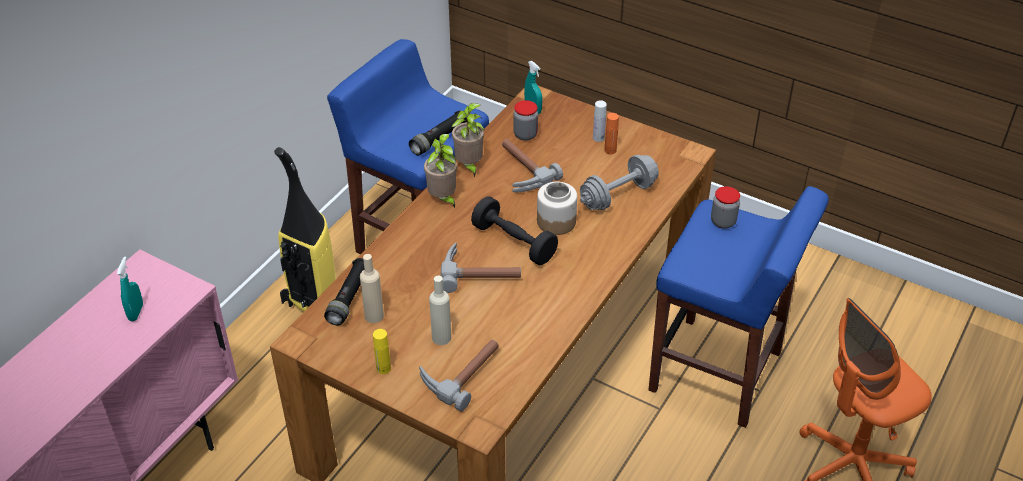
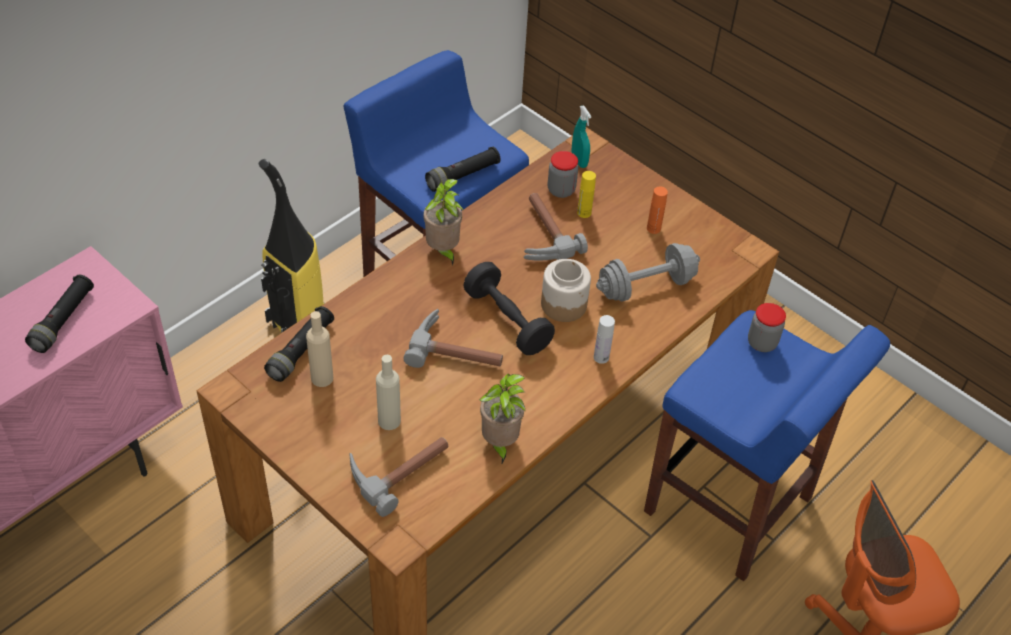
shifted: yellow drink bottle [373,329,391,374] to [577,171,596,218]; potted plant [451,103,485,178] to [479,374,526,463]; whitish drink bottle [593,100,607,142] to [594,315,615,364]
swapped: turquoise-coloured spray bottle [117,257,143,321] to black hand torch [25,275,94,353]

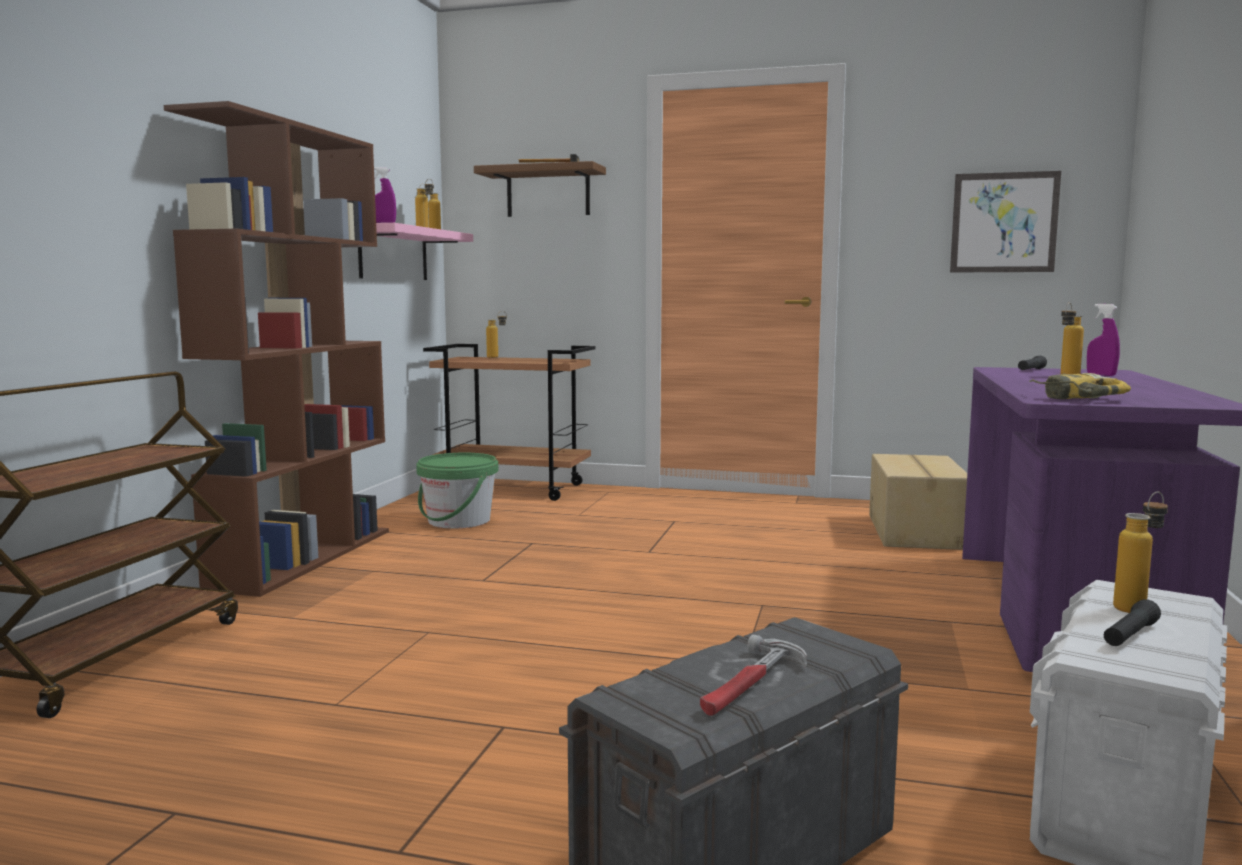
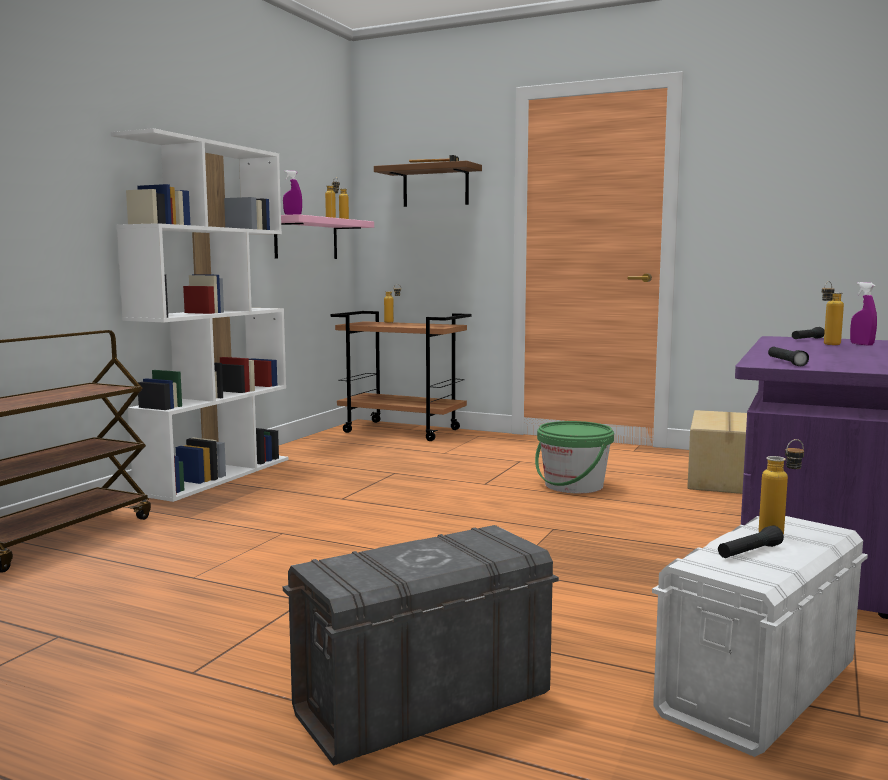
gone: tool hammer [700,635,807,716]; picture [950,171,1061,272]
shifted: green bucket [416,453,498,528] to [535,421,614,493]
swapped: power drill [1029,373,1131,399] to black hand torch [768,347,809,366]
repainted: brown-coloured bookshelf [164,101,389,597] to whitish bookshelf [111,128,289,502]

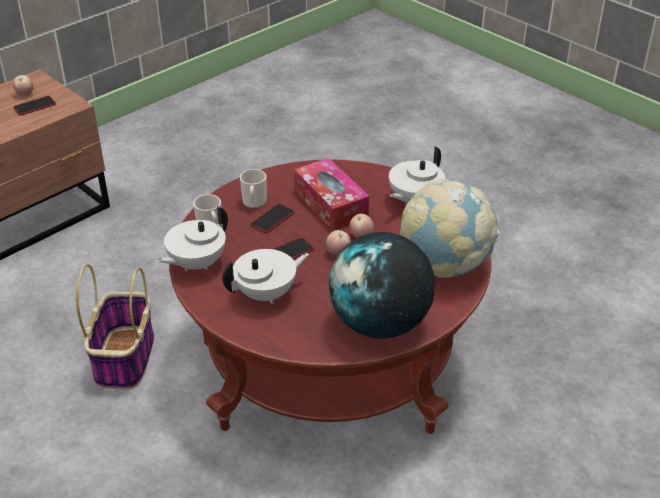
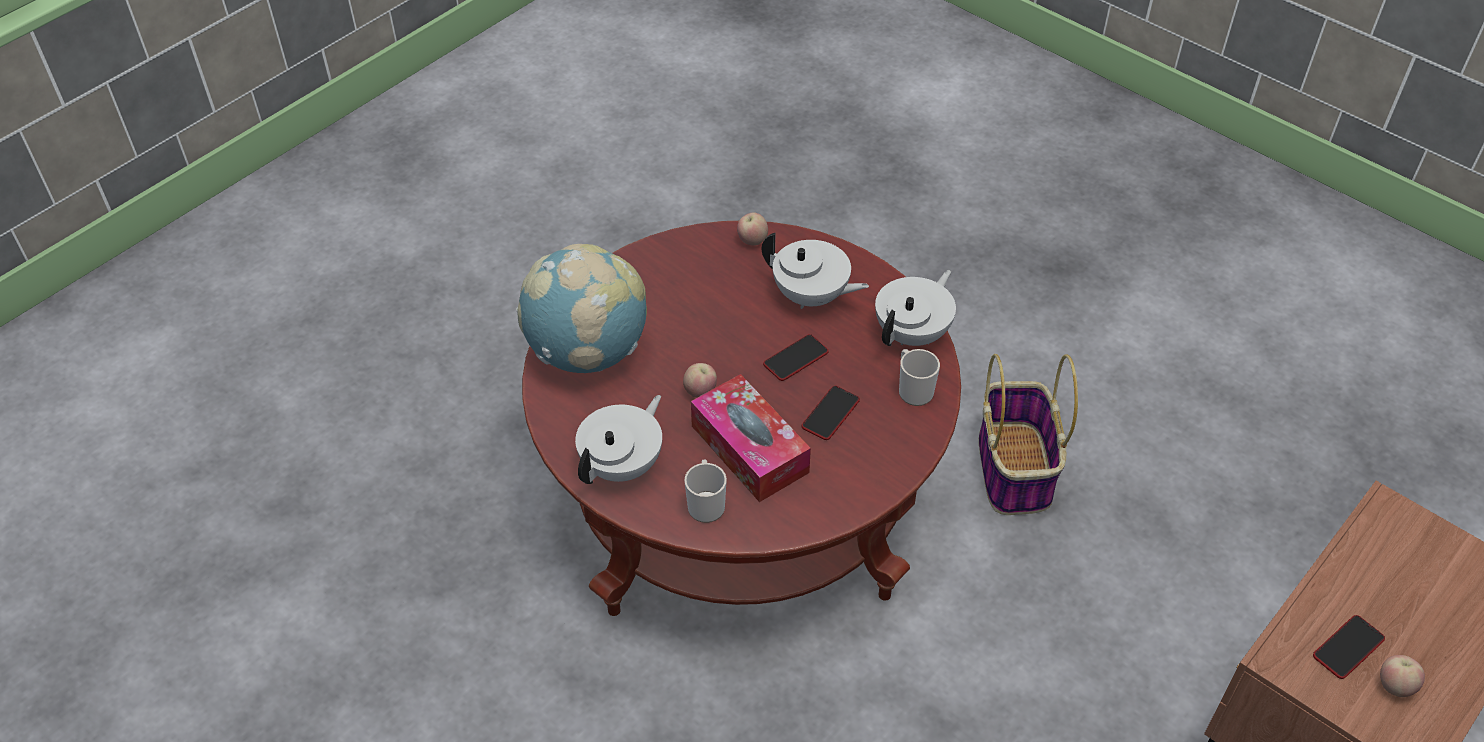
gone: desk globe [328,232,435,339]
shifted: tea mug [240,169,267,208] to [684,459,727,523]; apple [326,230,351,255] to [737,212,768,246]
rotated: whitish teapot [222,249,309,304] = [762,233,869,309] 120 degrees counterclockwise

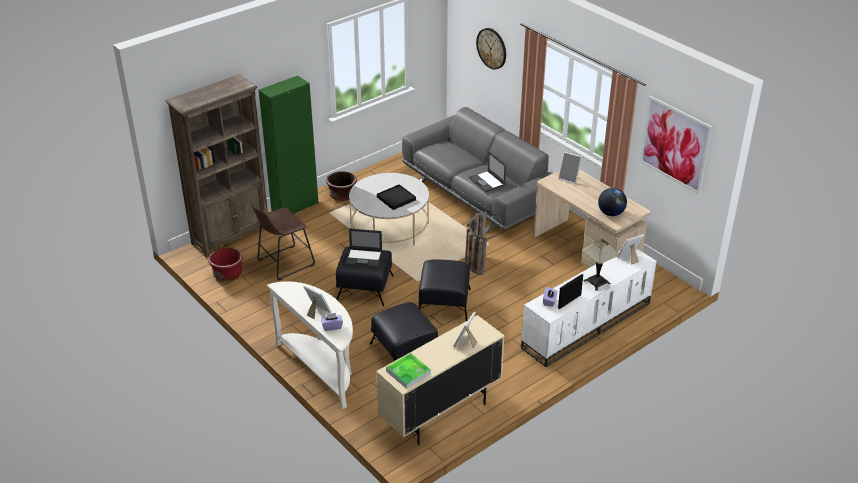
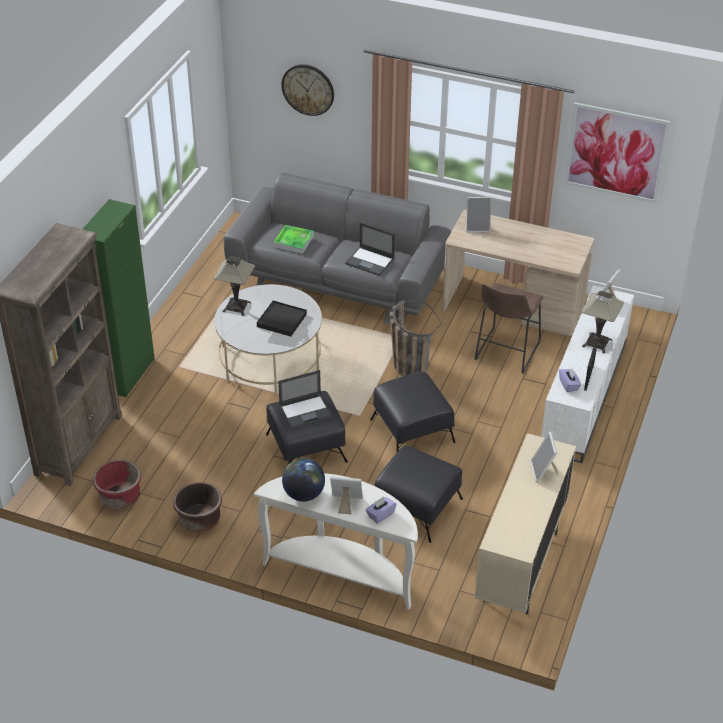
new: tabletop lamp [214,256,255,316]
shifted: brown-coloured sitting stool [248,198,315,280] to [475,283,543,374]; brown-coloured planter [326,171,357,201] to [173,482,222,532]; tray [386,353,431,389] to [274,225,314,254]; desk globe [598,188,627,216] to [282,458,325,502]

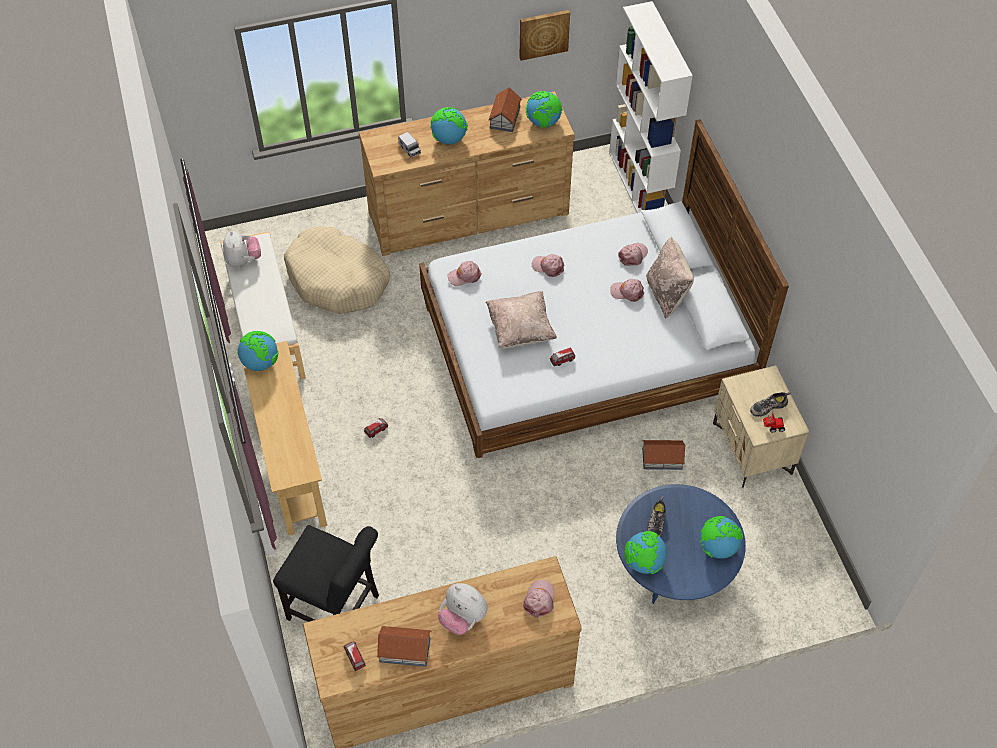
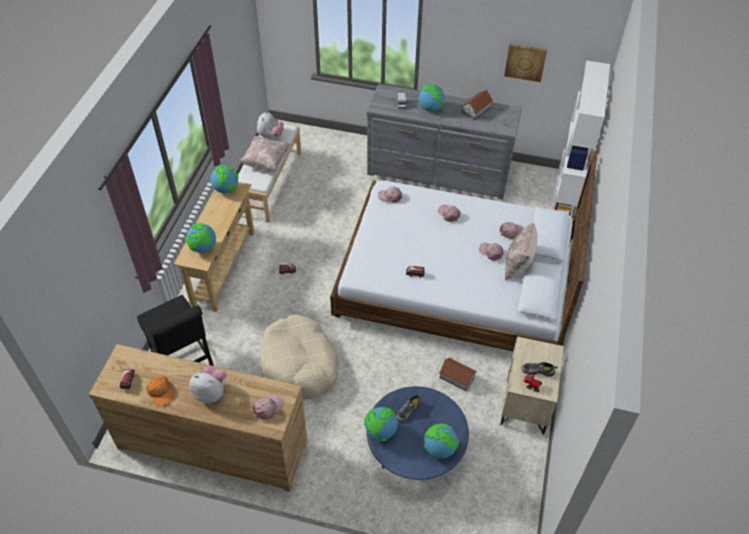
shifted: beige pet bed [284,226,390,314] to [260,315,338,400]; beige pillow [486,291,557,349] to [239,136,291,171]; desk globe [526,91,563,128] to [186,223,216,253]
swapped: miniature house [377,626,431,667] to orangey cap [146,376,174,406]
repainted: brown-coloured chest of drawers [359,91,575,256] to greyish chest of drawers [367,84,522,200]
rotated: soft toy [438,583,488,635] = [189,366,227,403] 135 degrees clockwise

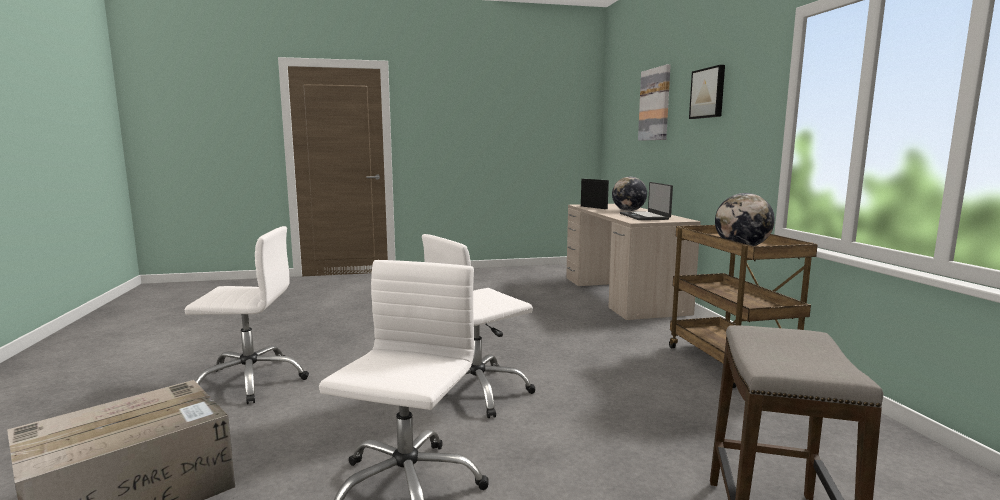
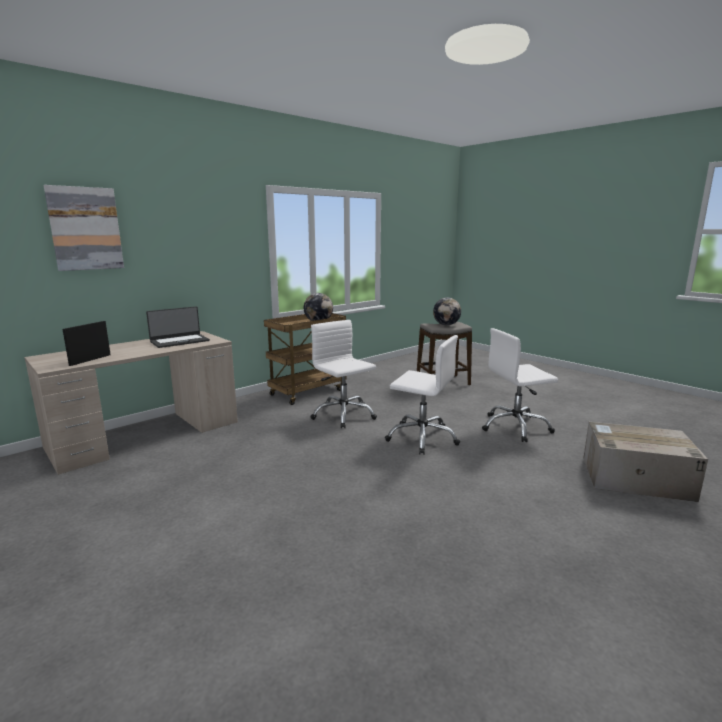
gone: picture [689,65,725,119]
shifted: whitish office chair [185,226,309,404] to [310,320,377,428]; desk globe [612,177,647,211] to [433,298,461,325]

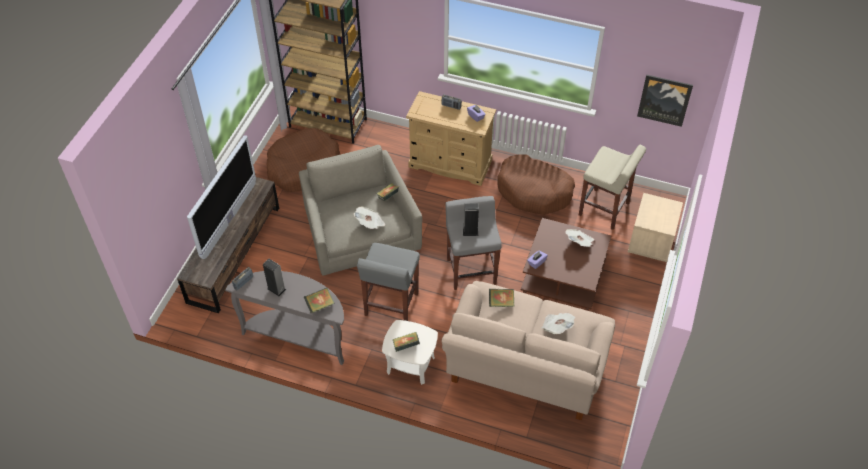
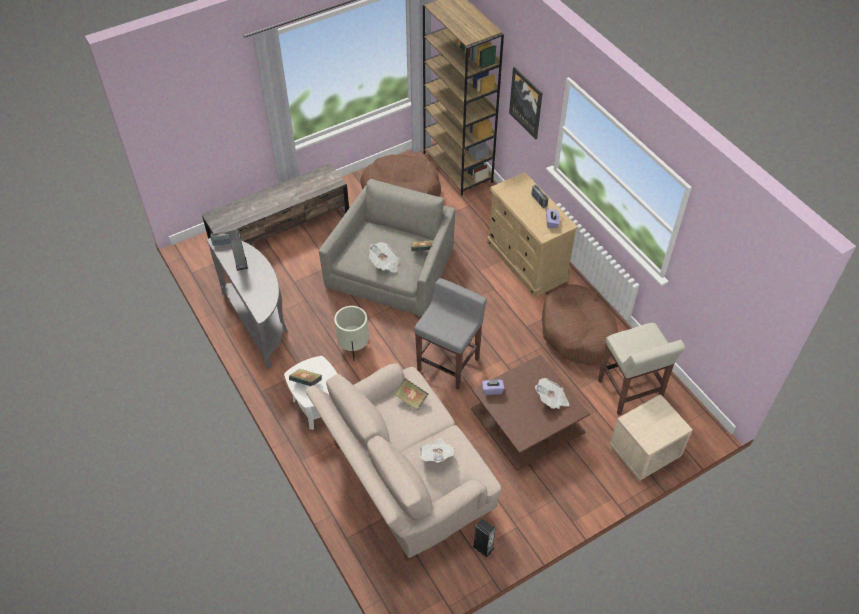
gone: TV set [187,135,256,259]; bound book [304,287,334,313]
shifted: speaker [463,204,479,236] to [472,519,495,557]; picture [637,75,693,127] to [509,67,543,140]
swapped: greyish sitting stool [357,243,420,321] to beige planter [334,306,369,361]

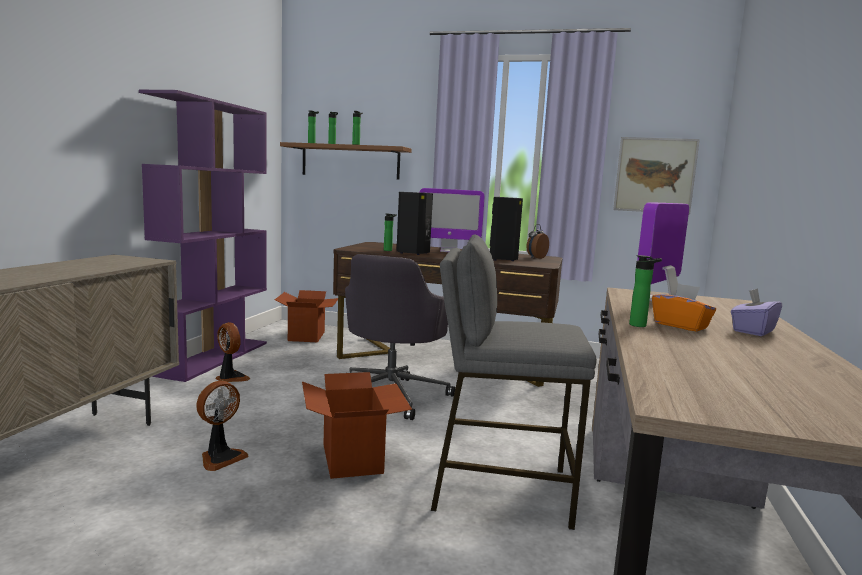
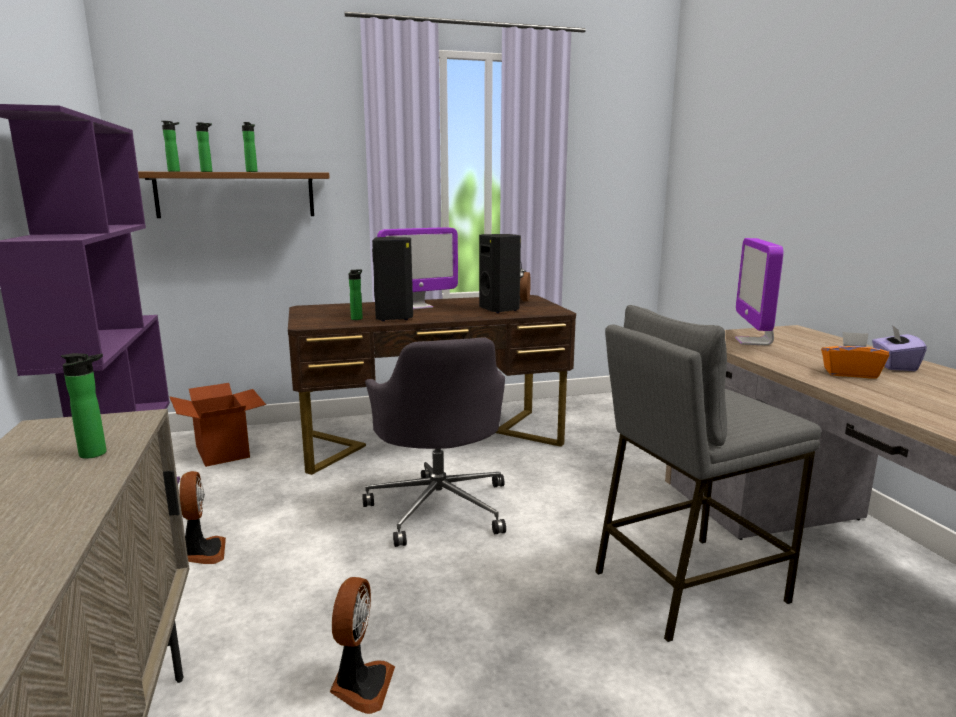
gone: packing box [302,372,412,479]; picture [613,137,700,214]
shifted: drink bottle [629,255,662,327] to [61,353,107,459]
rotated: fan [216,322,251,382] = [179,471,226,564] 60 degrees clockwise

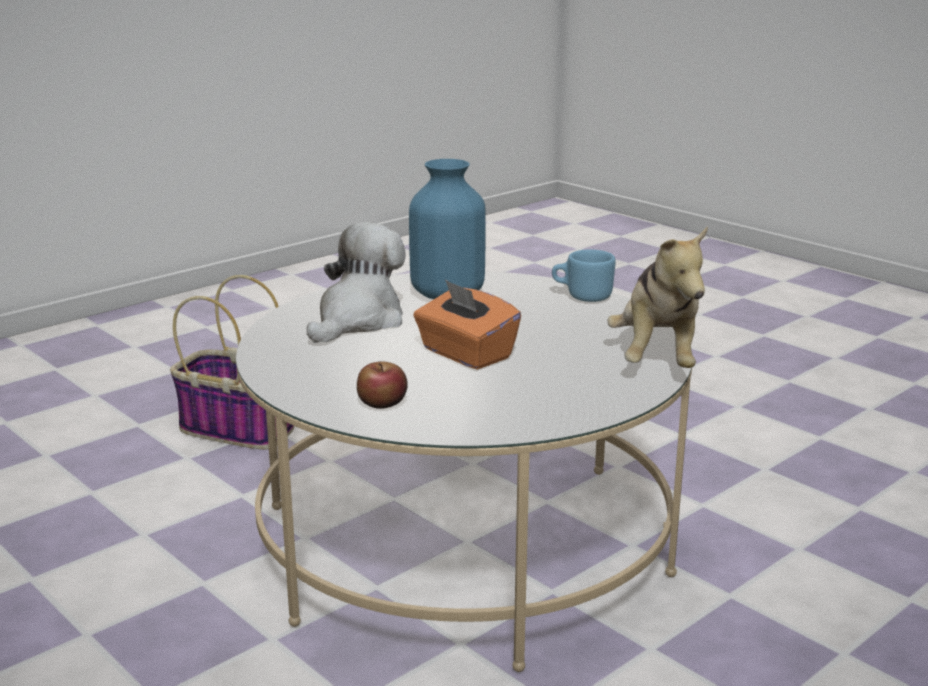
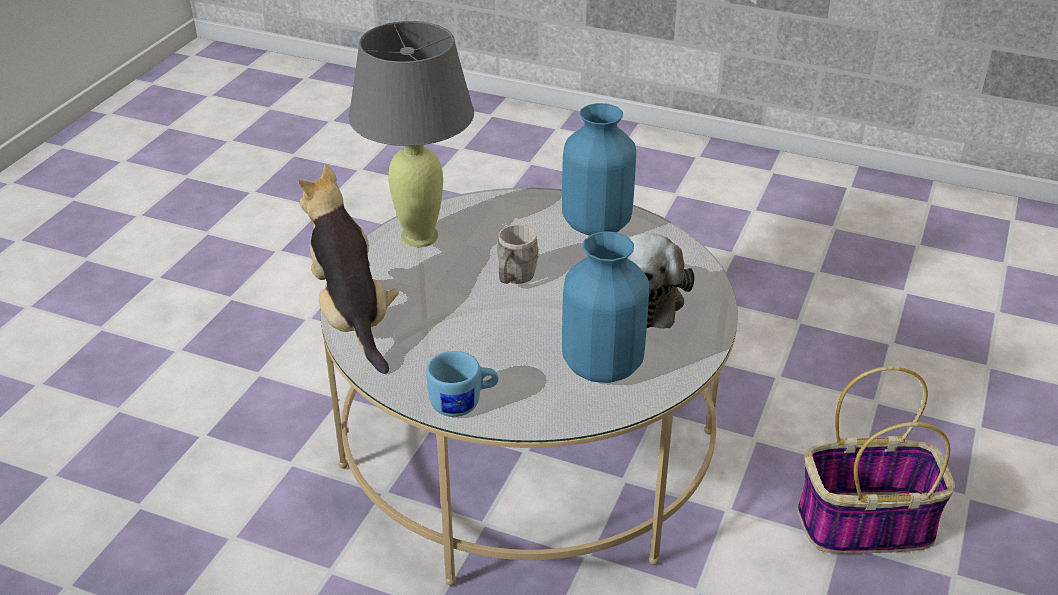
gone: apple [357,361,408,409]
new: greyish tabletop lamp [349,21,474,247]; blue vase [562,103,636,235]
swapped: orangey tissue box [413,279,521,370] to greyish tea mug [497,225,539,284]

